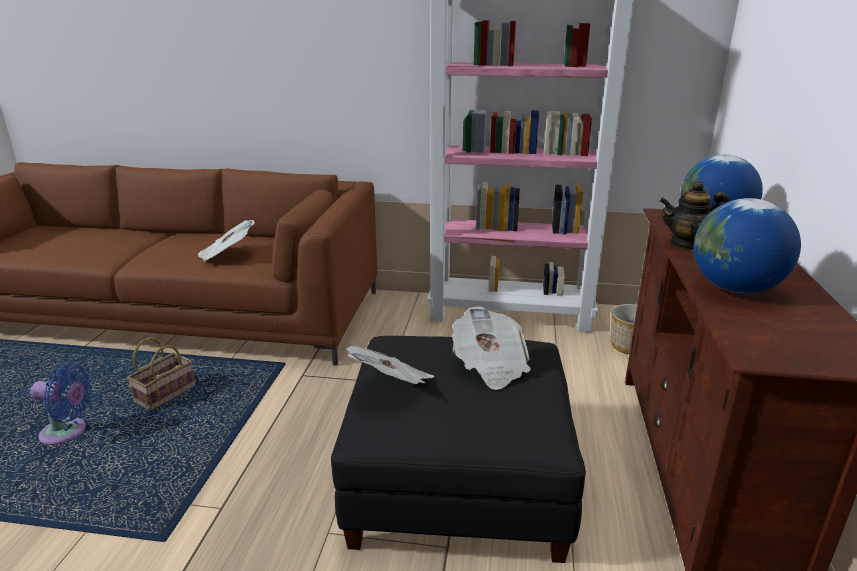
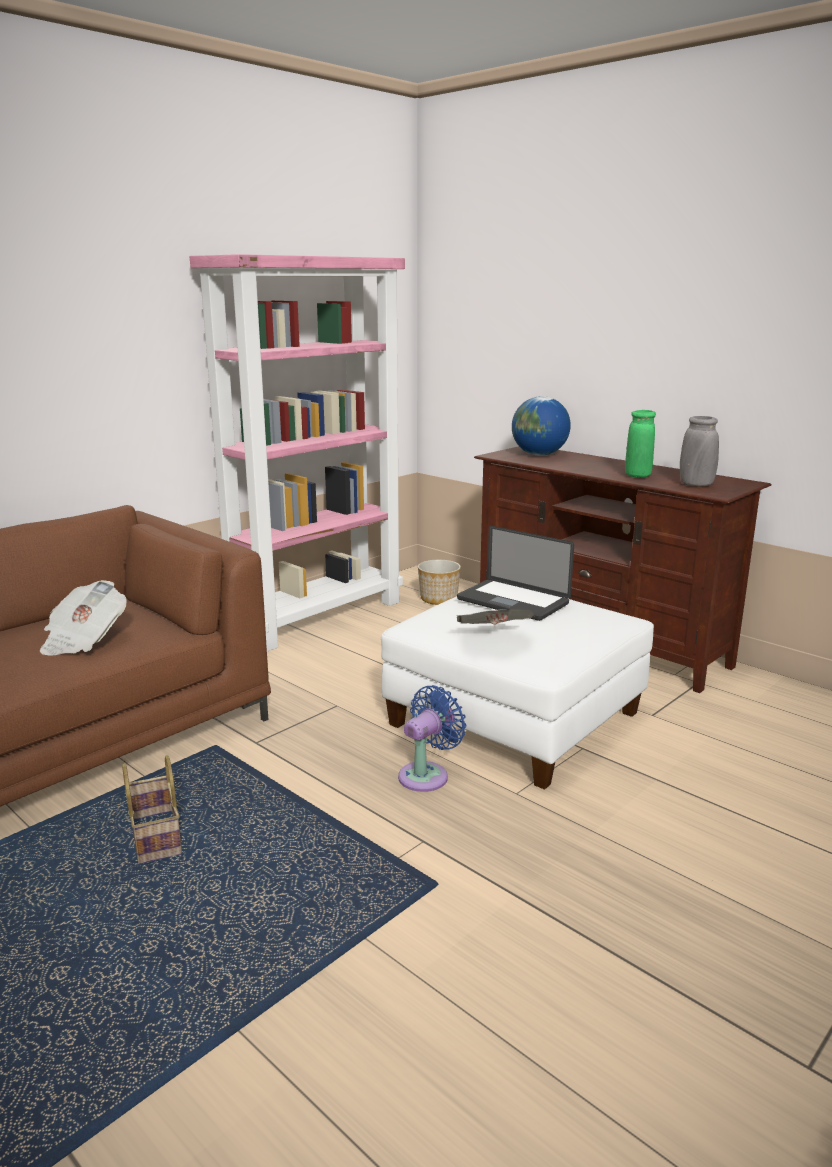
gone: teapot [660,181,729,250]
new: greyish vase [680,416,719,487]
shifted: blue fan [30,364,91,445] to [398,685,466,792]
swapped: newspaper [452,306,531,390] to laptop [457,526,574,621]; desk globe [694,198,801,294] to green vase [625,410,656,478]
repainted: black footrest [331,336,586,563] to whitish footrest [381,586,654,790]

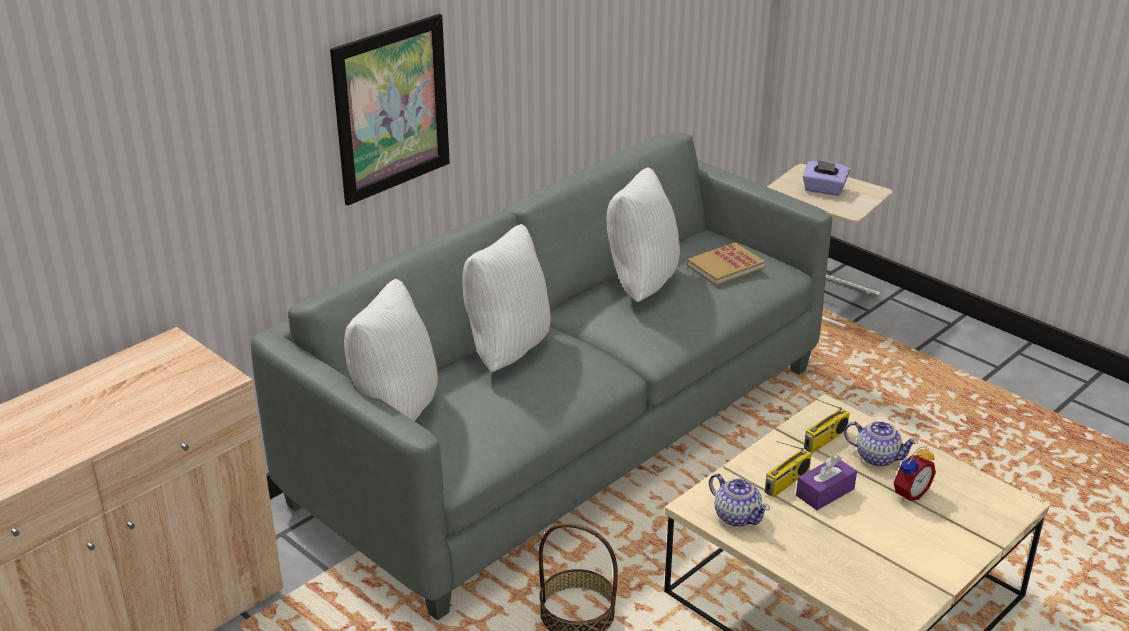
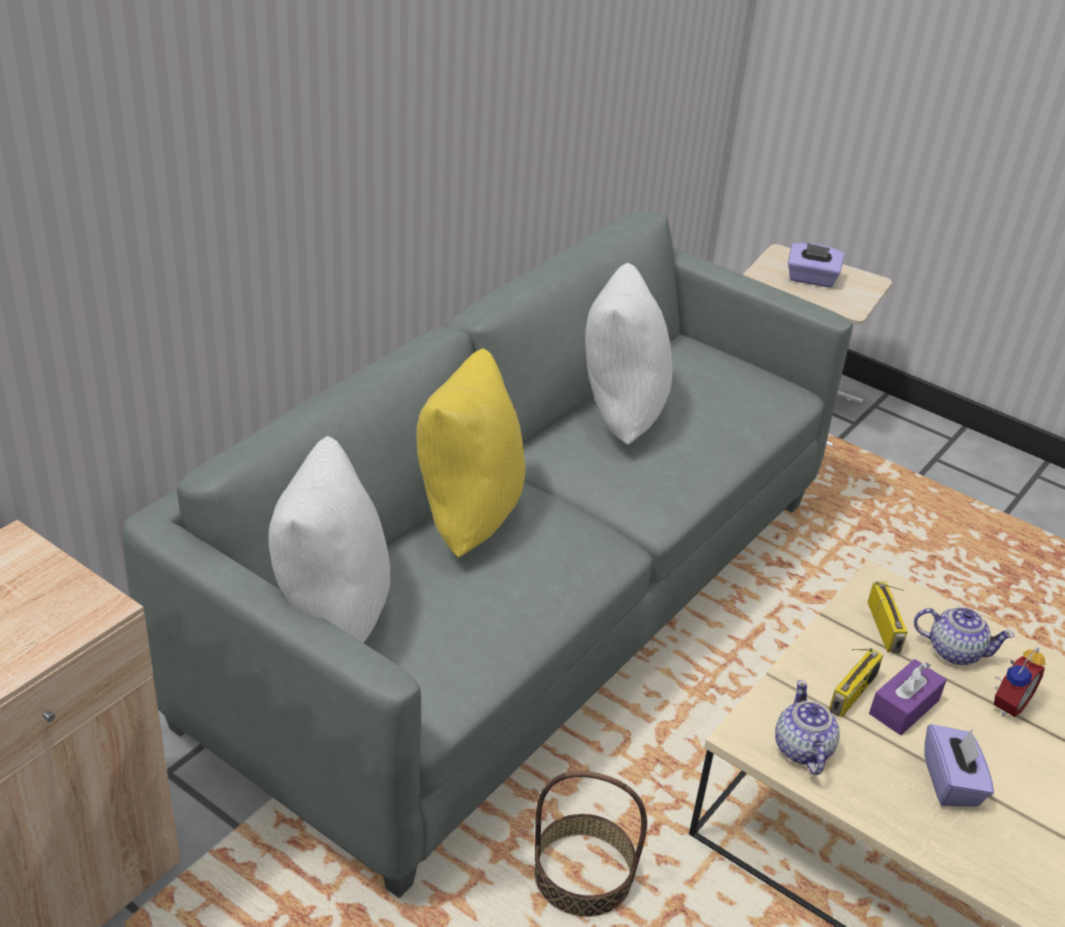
gone: picture [330,14,450,206]; bound book [686,242,765,286]
new: purplish tissue box [924,724,994,807]
repainted: whitish pillow [462,224,551,372] to yellow pillow [416,348,525,557]
rotated: teapot [709,473,770,527] = [775,680,840,775] 135 degrees counterclockwise; radio set [804,399,850,453] = [867,581,908,653] 45 degrees counterclockwise

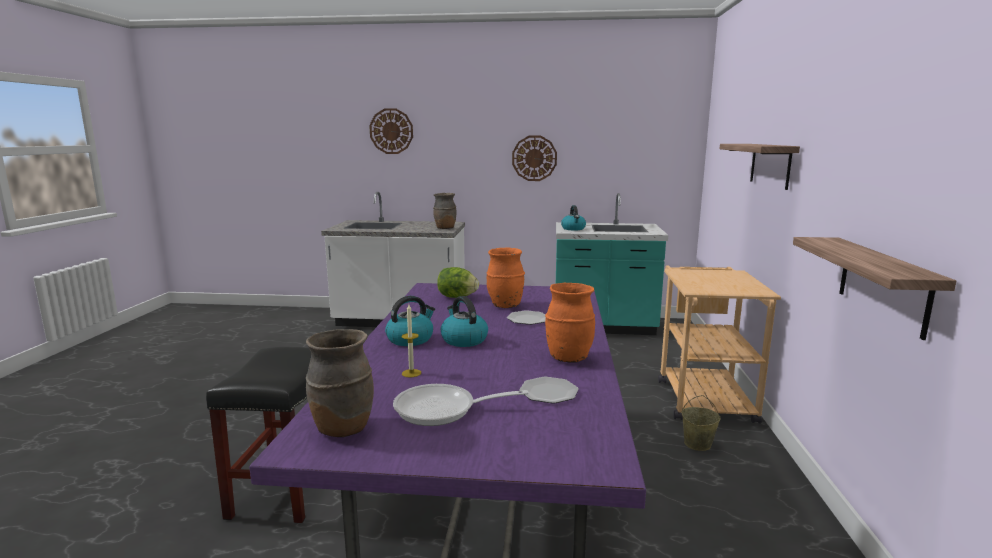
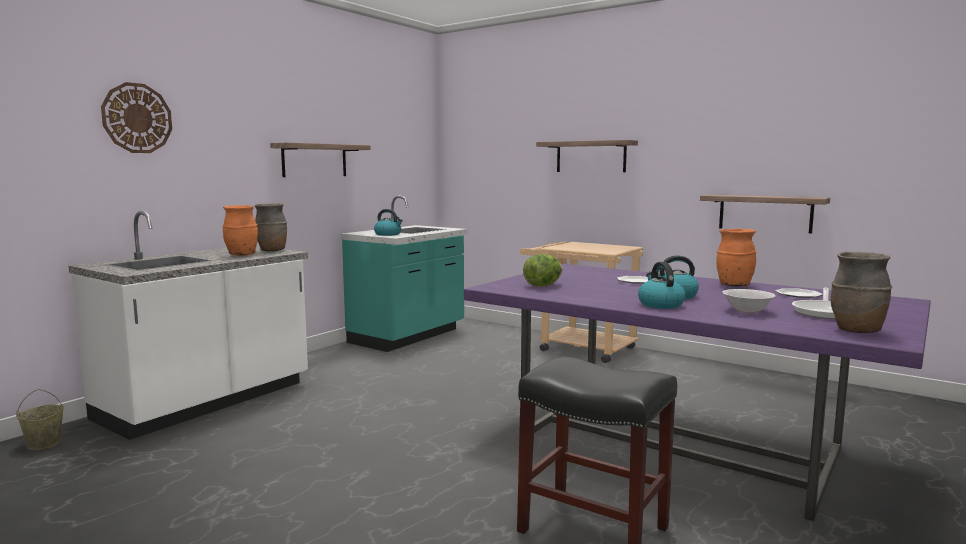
shifted: orangey vase [487,247,525,308] to [223,205,258,256]; beige bucket [682,395,721,451] to [16,389,64,450]
swapped: candle [402,304,421,377] to whitish bowl [722,289,775,313]; wall clock [512,136,557,181] to shelf [270,142,371,177]

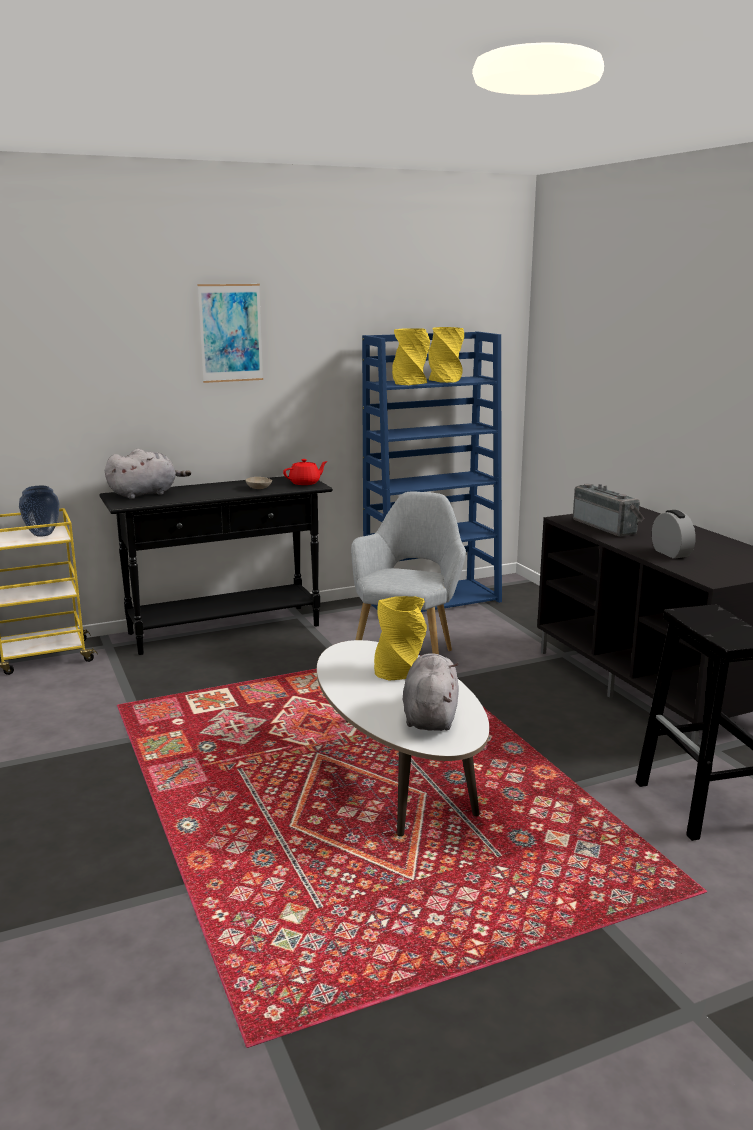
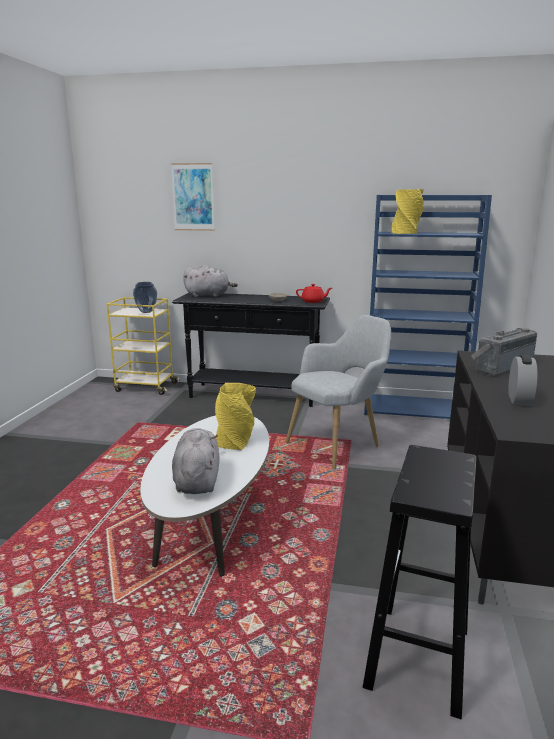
gone: yellow vase [428,327,464,383]
shifted: picture [198,284,263,383] to [171,163,215,231]
rotated: greyish soft toy [403,653,459,731] = [172,428,220,494] 45 degrees counterclockwise; radio set [573,484,644,537] = [471,328,537,376] 135 degrees counterclockwise

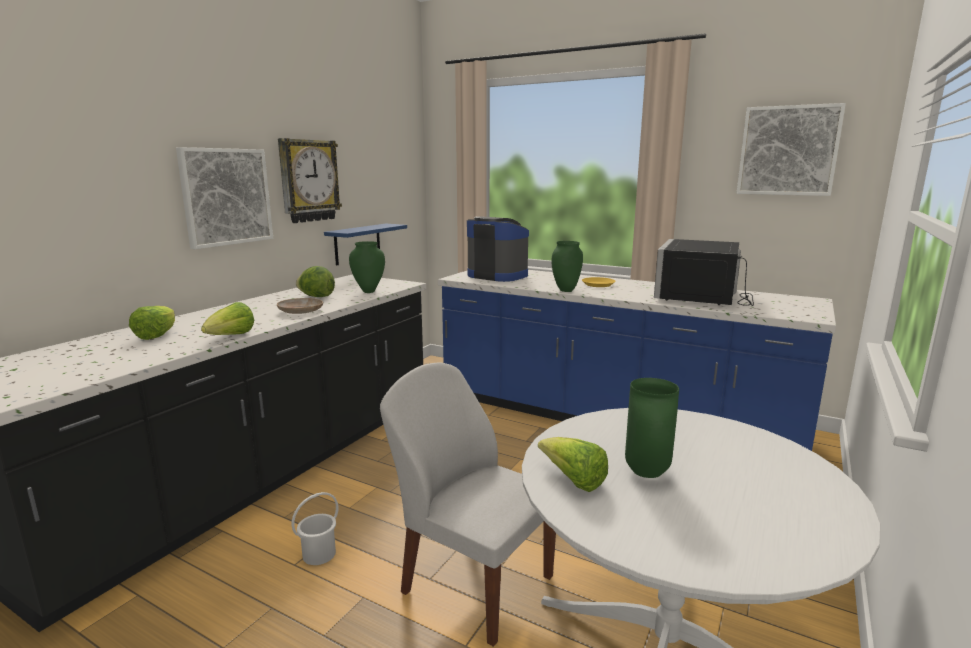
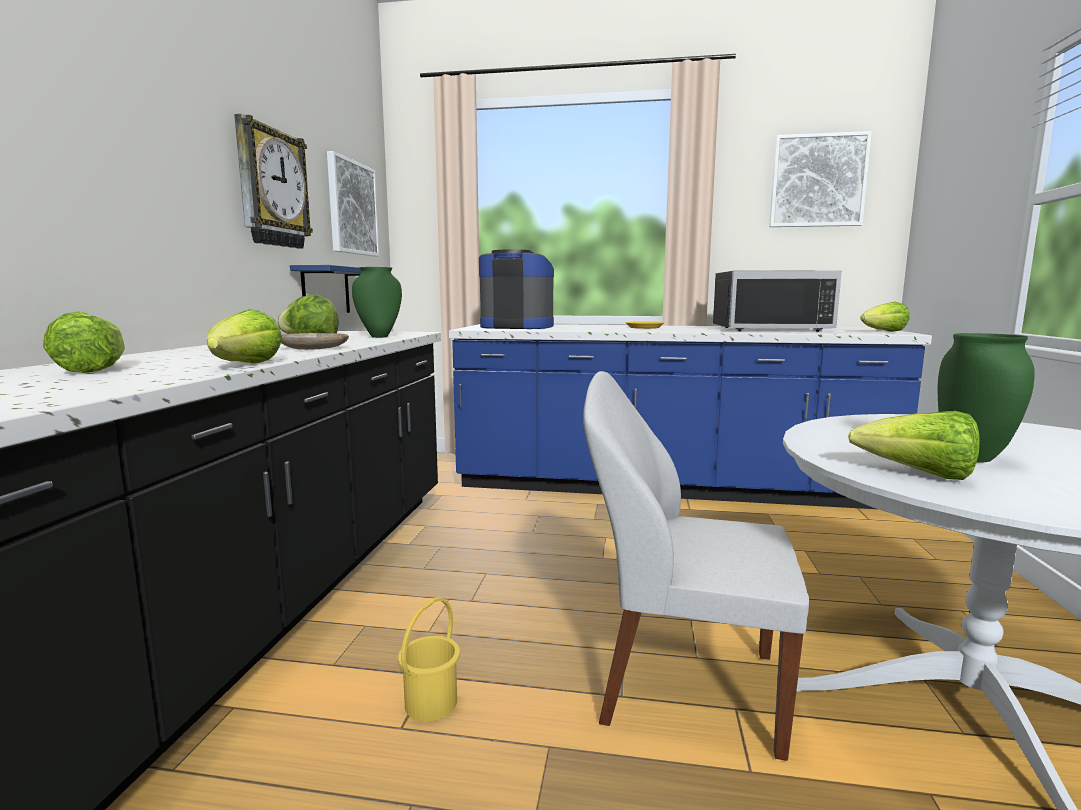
gone: green vase [551,241,583,292]
new: lettuce [860,302,910,332]
shifted: picture [176,147,273,249] to [327,151,380,257]
repainted: whitish bucket [292,492,339,565] to yellow bucket [398,597,460,722]
rotated: black microwave [654,239,754,306] = [713,270,842,332] 90 degrees counterclockwise

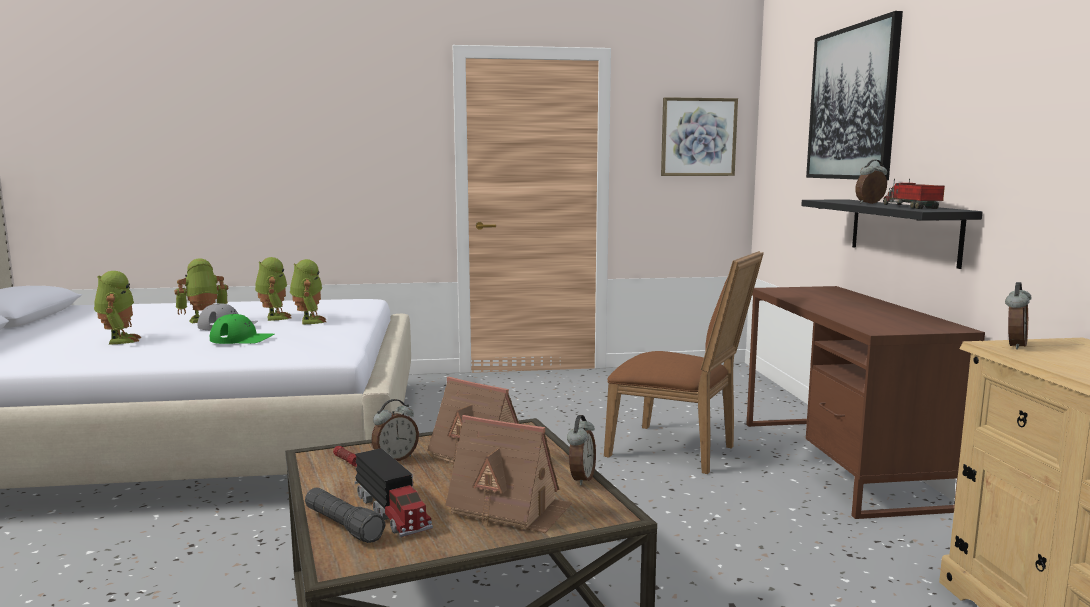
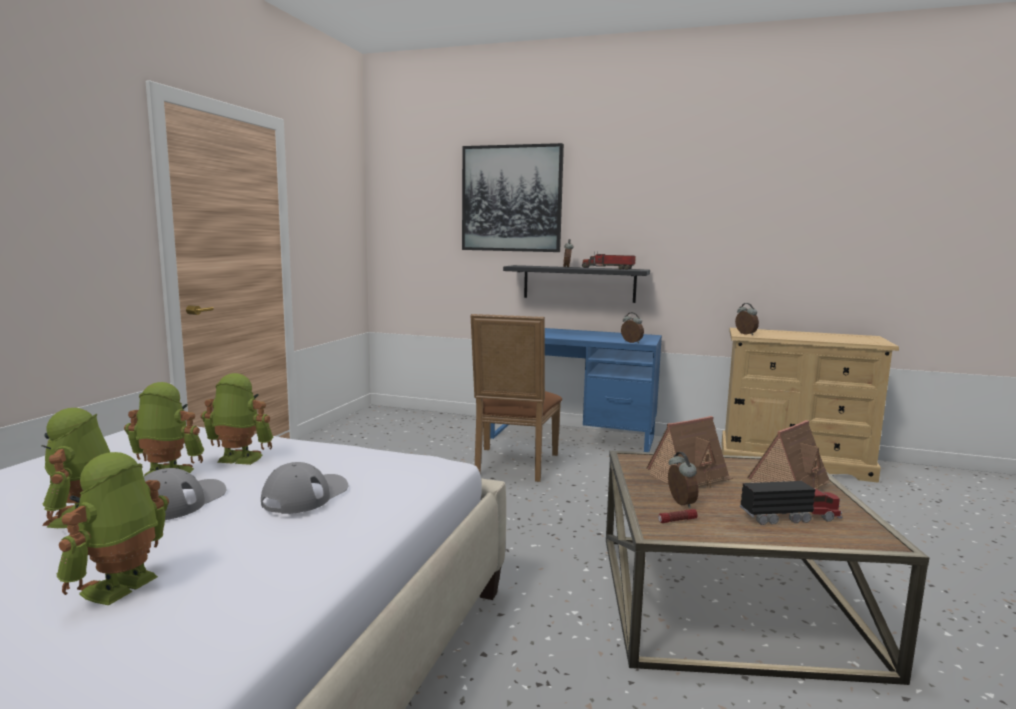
gone: black hand torch [305,487,386,543]; picture [661,97,738,176]
shifted: bedside clock [567,415,596,486] to [621,312,644,343]
repainted: green cap [210,314,274,344] to greyish cap [261,462,349,514]; brown-coloured desk table [746,286,985,519] to blue desk table [490,328,662,452]
rotated: model robot [94,271,142,345] = [57,452,169,605] 75 degrees counterclockwise; brown-coloured chair [604,251,764,474] = [470,314,562,482] 135 degrees clockwise

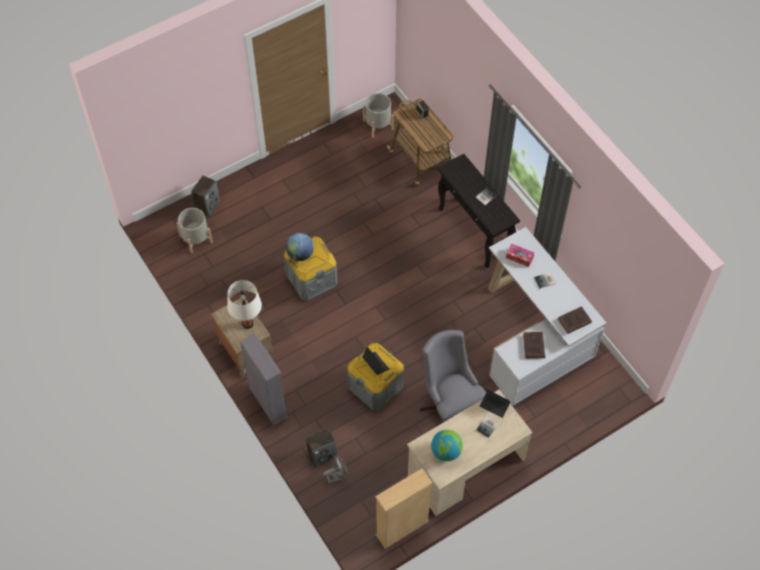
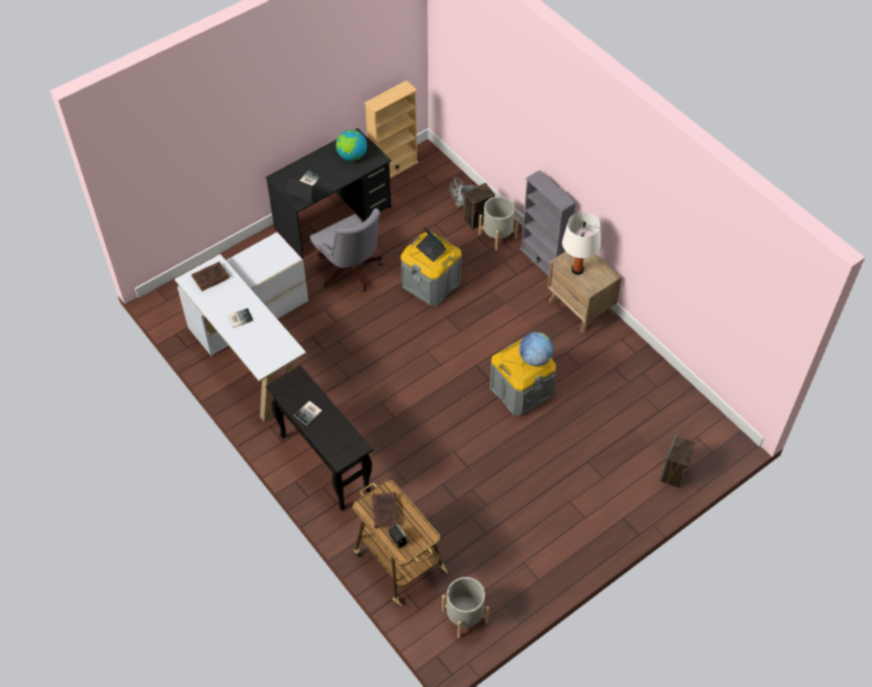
gone: tissue box [506,244,534,267]
shifted: greyish planter [176,208,213,254] to [479,196,518,250]; brown-coloured bound book [523,332,545,359] to [372,492,400,528]
repainted: beige desk table [407,389,533,516] to black desk table [266,128,391,258]

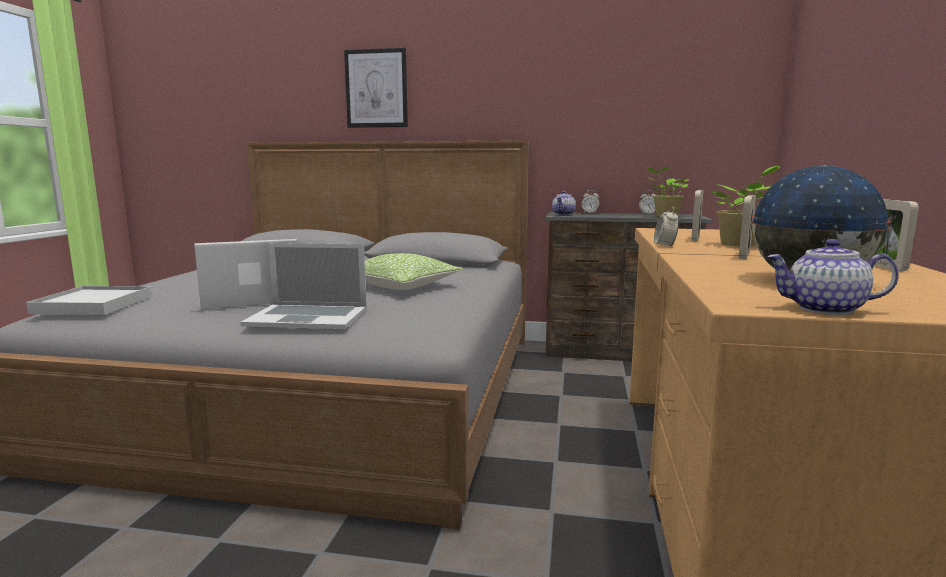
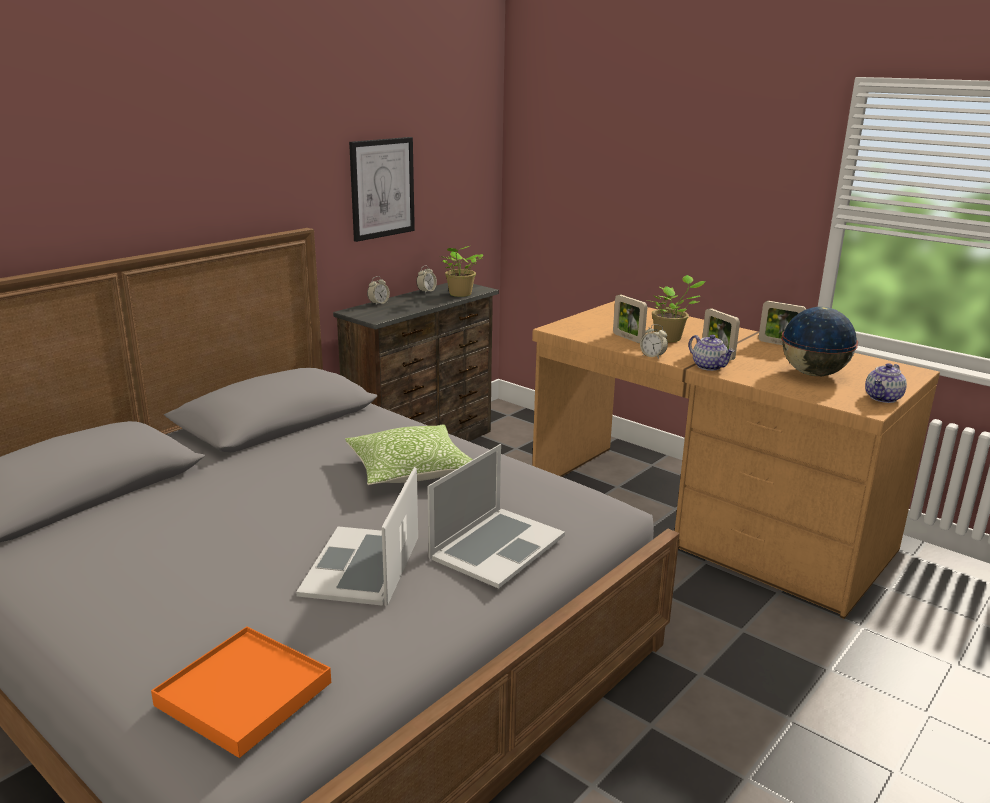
shifted: picture [344,48,408,128] to [349,137,415,242]; teapot [552,191,576,215] to [688,335,735,371]
repainted: whitish tray [26,286,152,315] to orangey tray [151,626,331,758]

